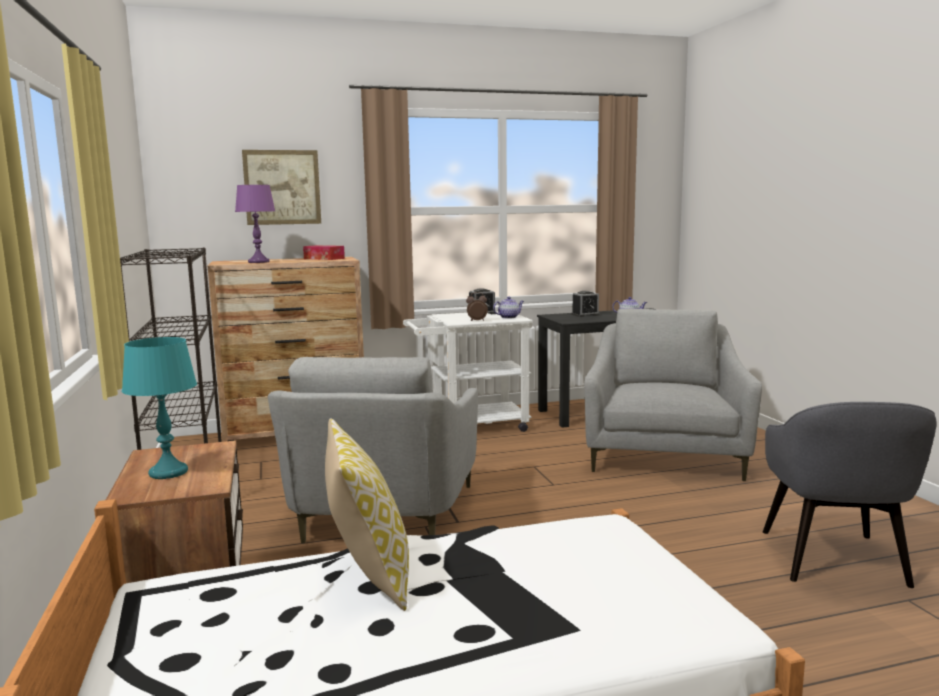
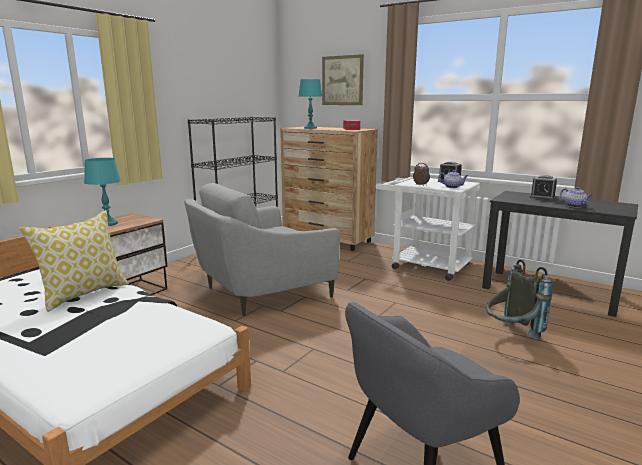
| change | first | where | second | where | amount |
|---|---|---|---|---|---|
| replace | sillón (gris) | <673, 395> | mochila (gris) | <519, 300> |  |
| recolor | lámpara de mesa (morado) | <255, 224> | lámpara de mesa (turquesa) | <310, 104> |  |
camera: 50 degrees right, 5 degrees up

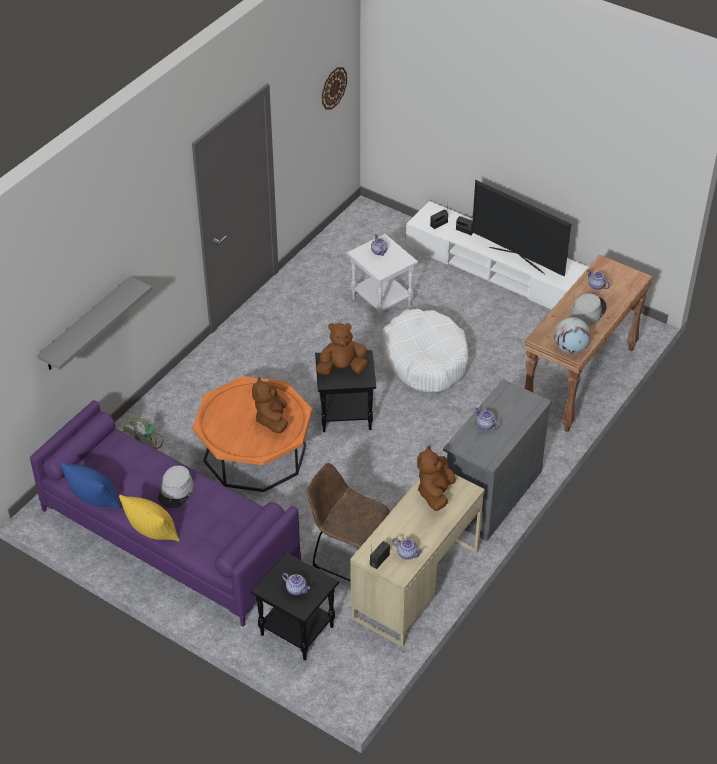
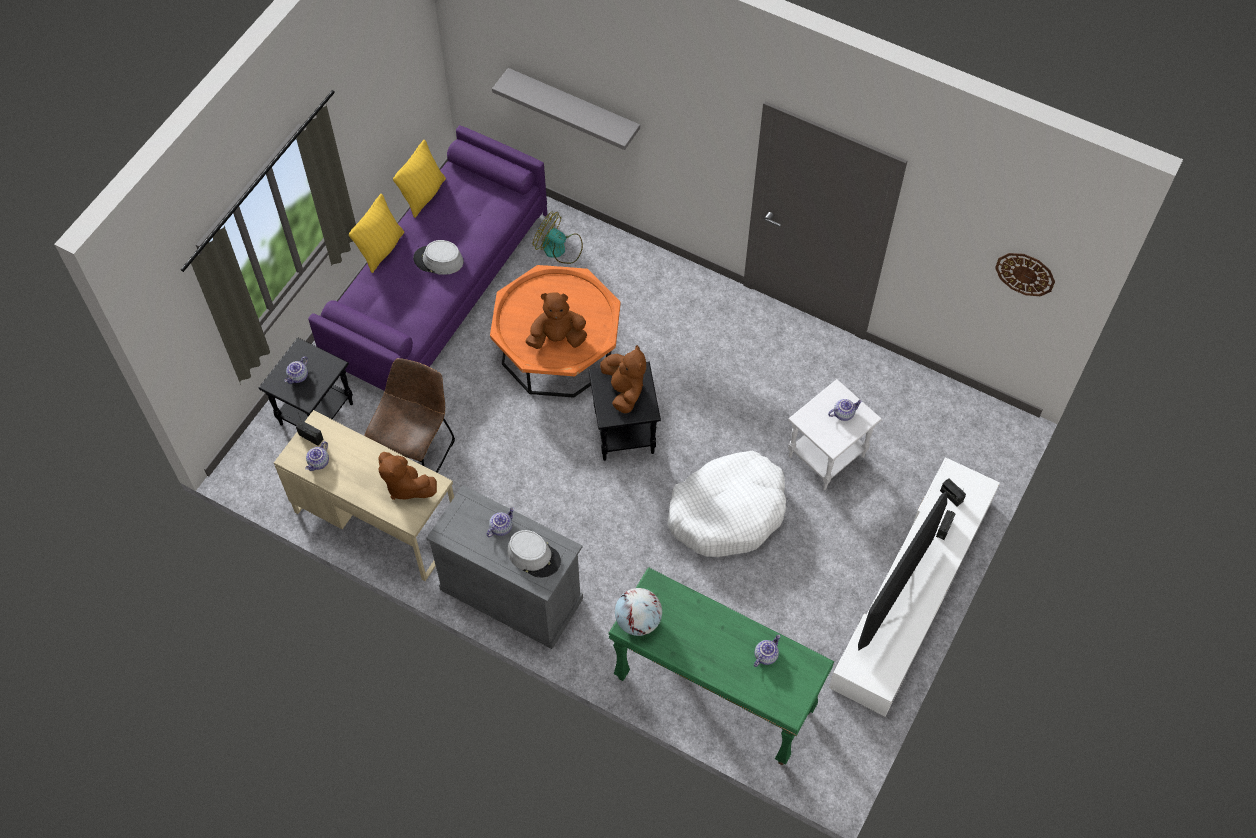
| change | first | where | second | where | amount |
|---|---|---|---|---|---|
| move | sombrero (gris) | <588, 309> |  | <534, 554> |  |
| recolor | cojín (azul) | <90, 485> | cojín (amarillo) | <419, 179> |  |
| recolor | mesa consola (marrón) | <588, 344> | mesa consola (verde) | <721, 666> |  |
| rotate | peluche (marrón) | <436, 478> |  | <407, 476> | 150 degrees counterclockwise |
camera: 85 degrees right, 15 degrees up

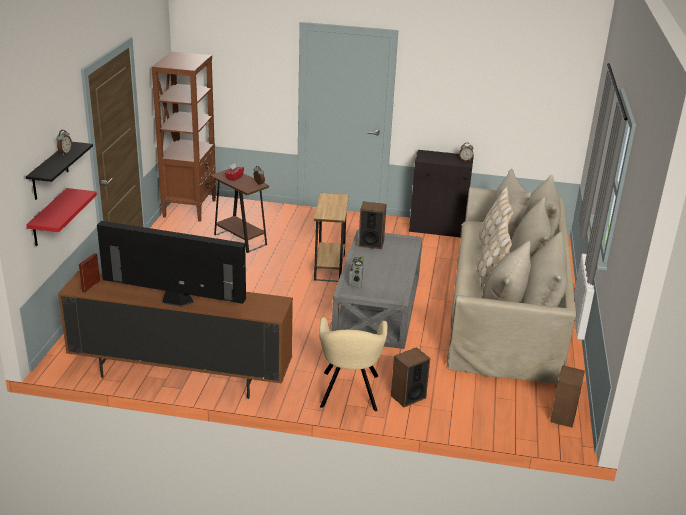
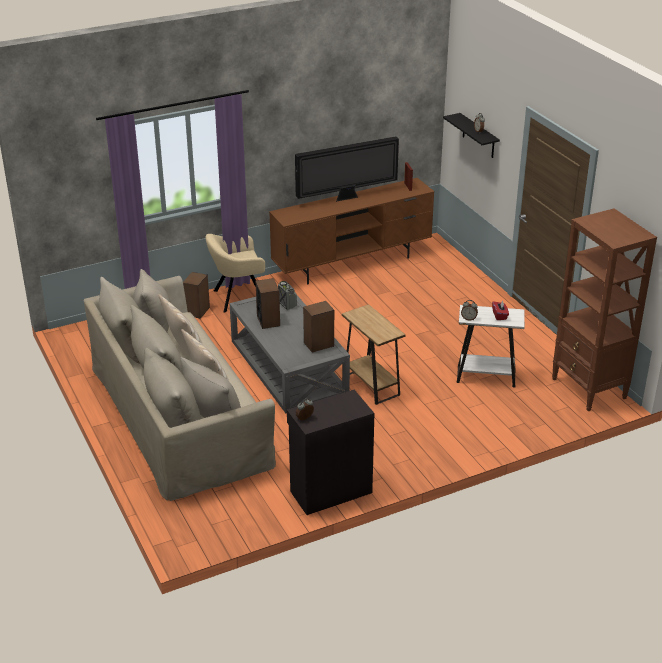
| change | first | where | second | where | amount |
|---|---|---|---|---|---|
| delete | estante (rojo) | <61, 217> |  |  |  |
| move | altavoz | <567, 396> |  | <267, 303> |  |
| recolor | mesa auxiliar (marrón) | <239, 210> | mesa auxiliar (blanco) | <490, 346> |  |
| rotate | sillón (beis) | <353, 364> |  | <235, 273> | 75 degrees counterclockwise |
camera: 145 degrees right, 5 degrees up

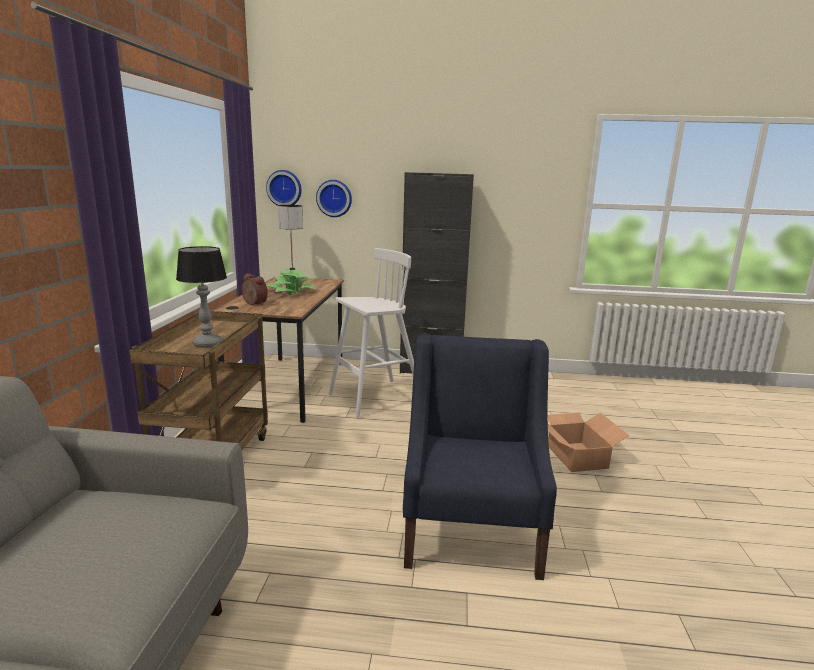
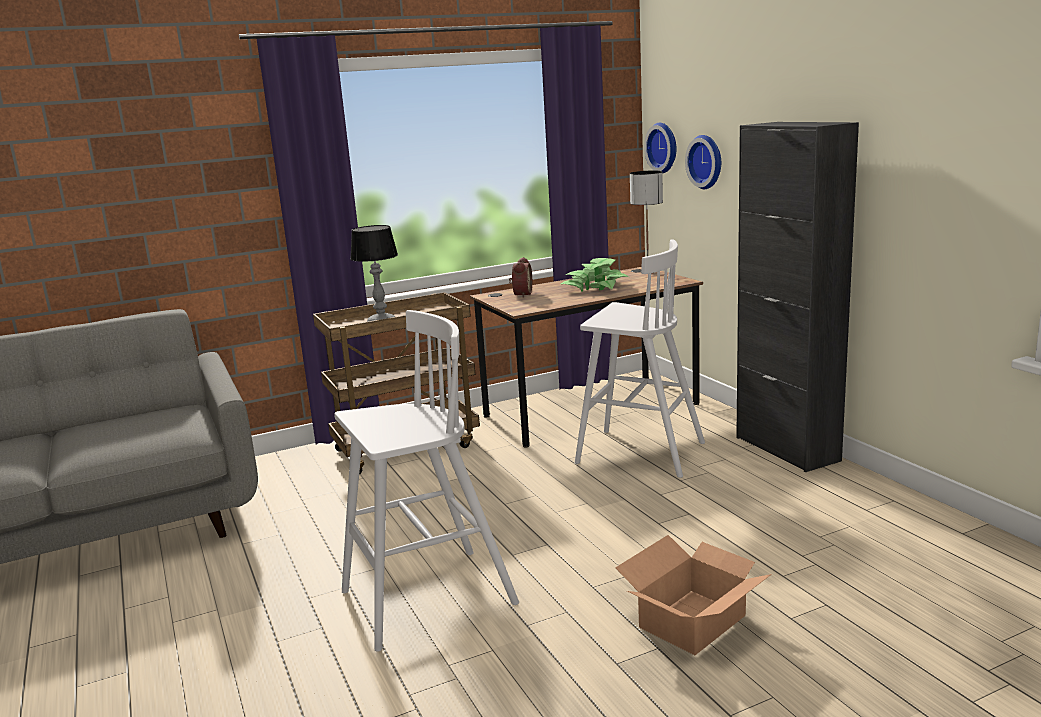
| change | first | where | second | where | amount |
|---|---|---|---|---|---|
| replace | sillón (azul) | <480, 456> | taburete (blanco) | <426, 481> |  |
camera: 60 degrees right, 0 degrees up

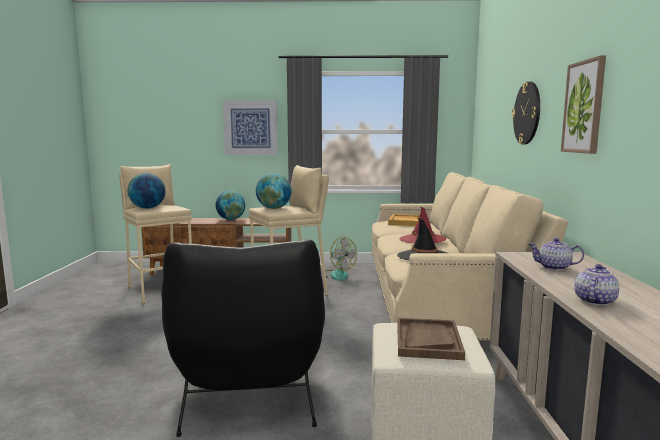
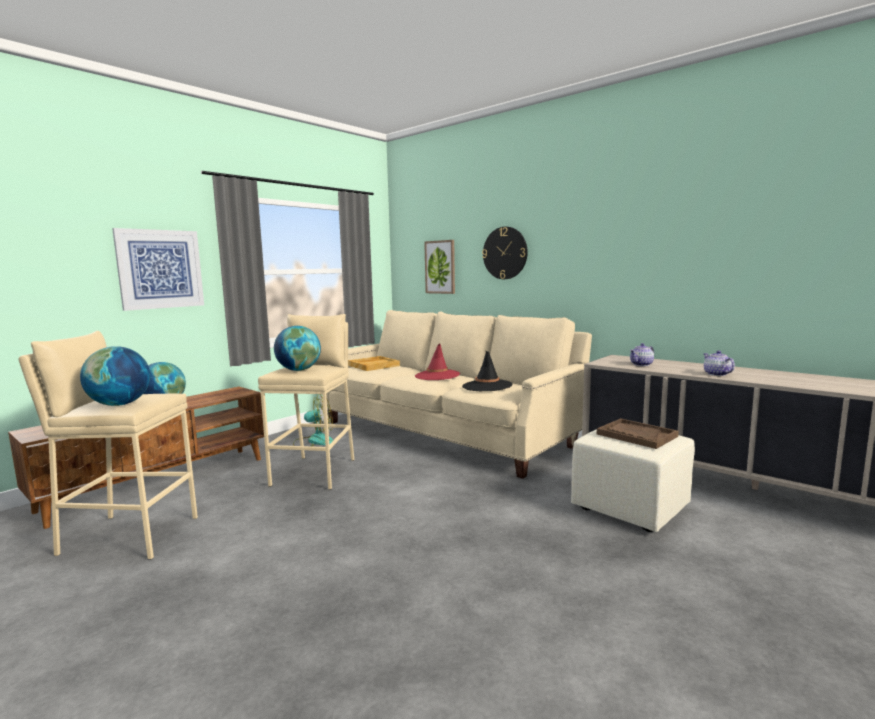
| change | first | where | second | where | amount |
|---|---|---|---|---|---|
| delete | sillón (negro) | <243, 338> |  |  |  |
| move | cuadro | <583, 104> |  | <439, 267> |  |
camera: 50 degrees left, 0 degrees up

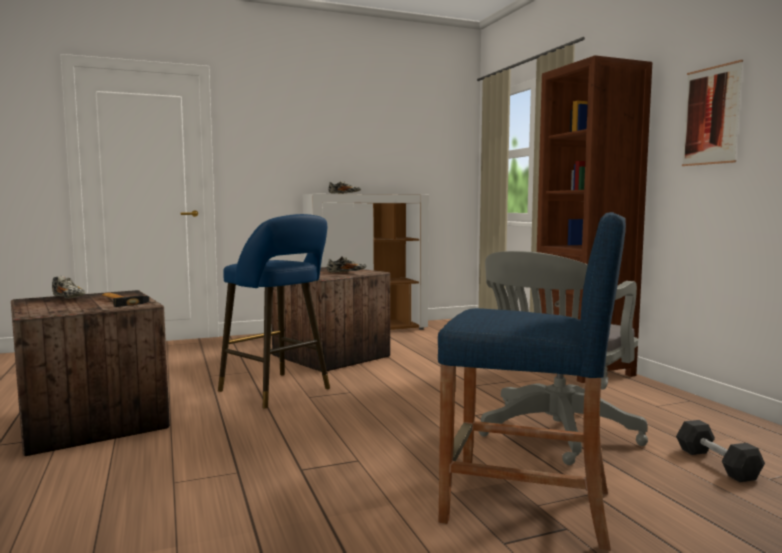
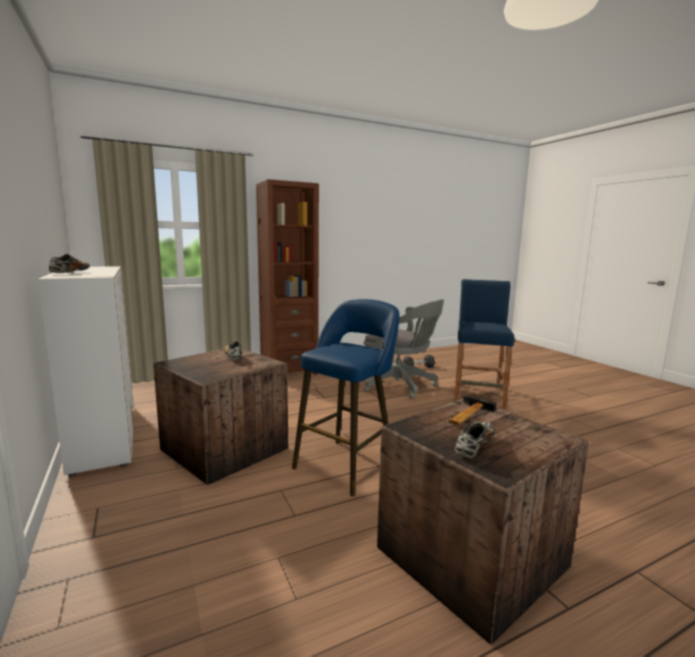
| change | first | where | second | where | amount |
|---|---|---|---|---|---|
| delete | cuadro | <712, 113> |  |  |  |
camera: 95 degrees left, 5 degrees up

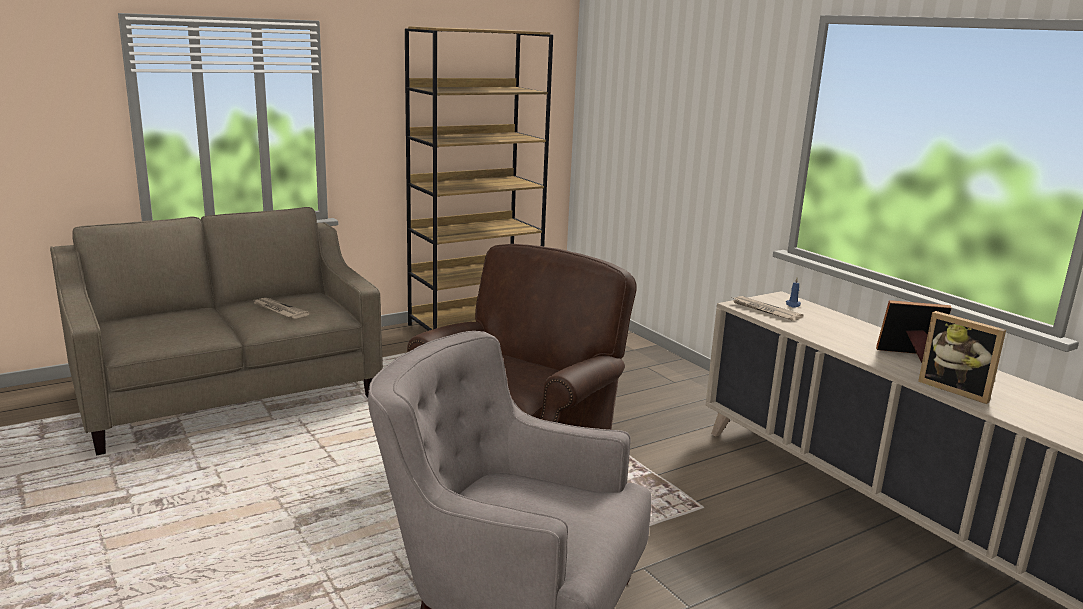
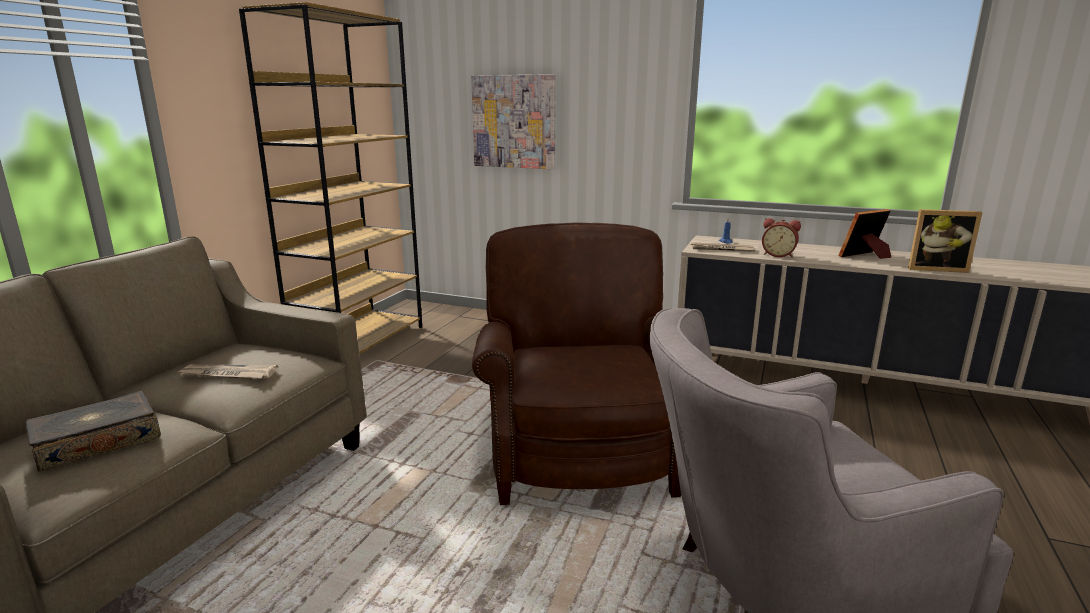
| change | first | where | second | where | amount |
|---|---|---|---|---|---|
| insert |  |  | libro | <93, 431> |  |
| insert |  |  | cuadro | <513, 121> |  |
| insert |  |  | despertador | <781, 238> |  |
camera: 35 degrees left, 0 degrees up

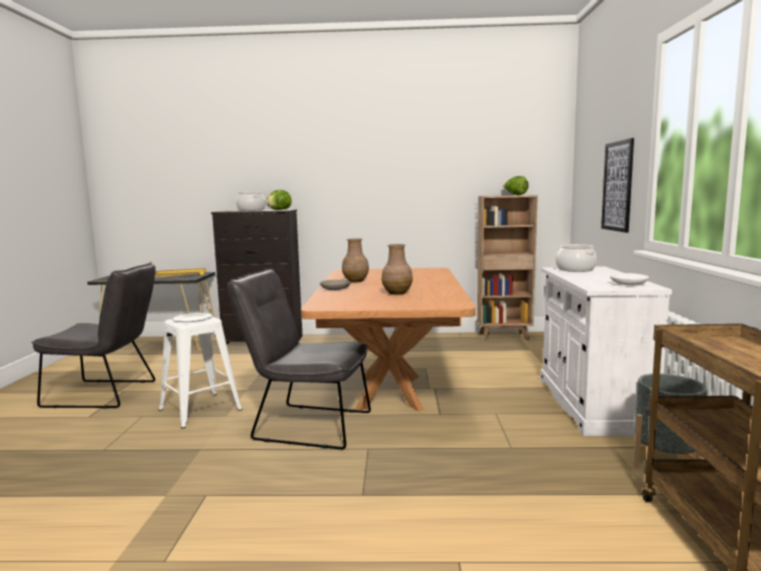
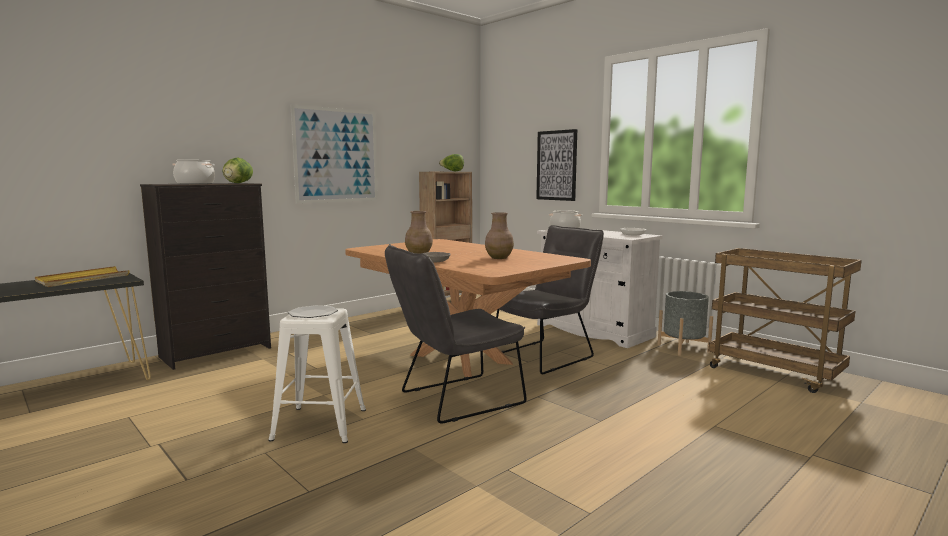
| change | first | where | second | where | amount |
|---|---|---|---|---|---|
| insert |  |  | cuadro | <334, 154> |  |
| move | silla (gris) | <93, 335> |  | <550, 299> |  |
camera: 45 degrees left, 0 degrees up

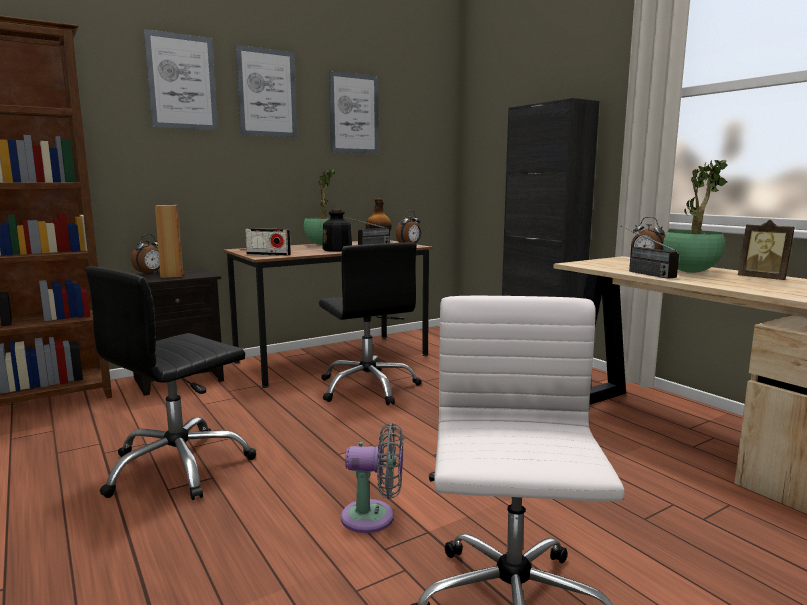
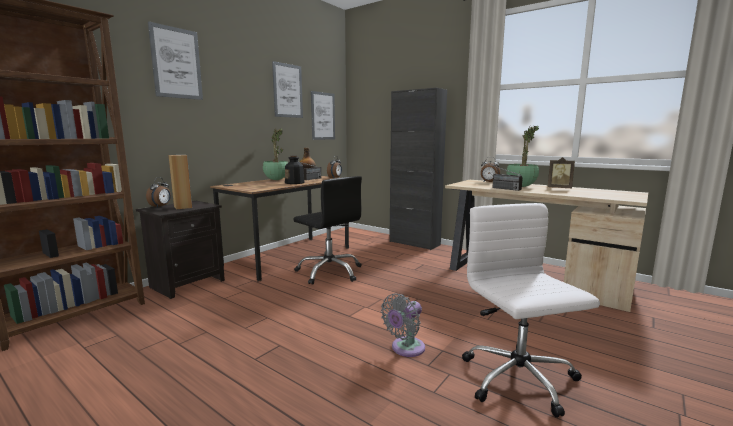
| change | first | where | second | where | amount |
|---|---|---|---|---|---|
| delete | silla de oficina (negro) | <170, 383> |  |  |  |
| delete | radio | <268, 242> |  |  |  |
| move | cuadro | <266, 91> |  | <323, 115> |  |
| rotate | ventilador (gris) | <372, 478> |  | <403, 325> | 150 degrees clockwise |
camera: 20 degrees left, 0 degrees up

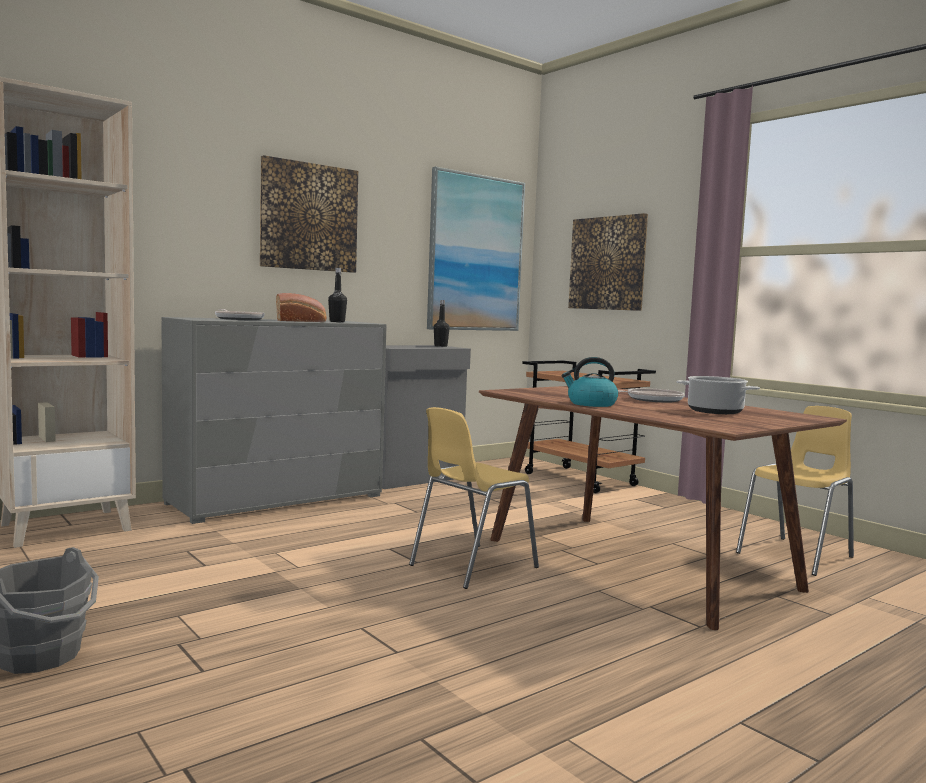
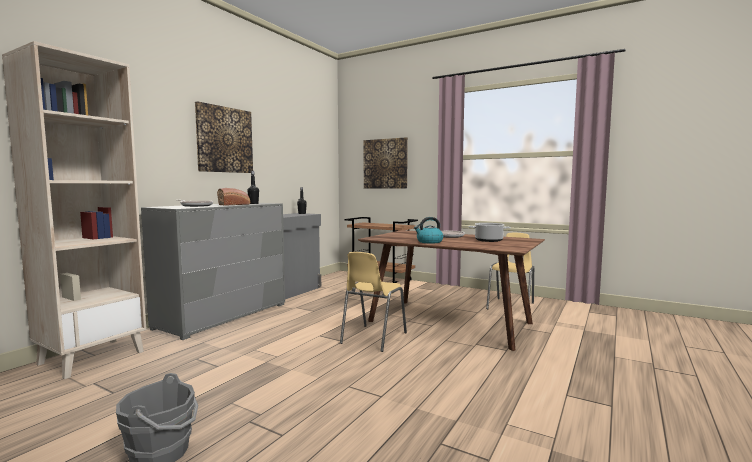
| change | first | where | second | where | amount |
|---|---|---|---|---|---|
| delete | cuadro | <476, 249> |  |  |  |
camera: 20 degrees left, 0 degrees up

